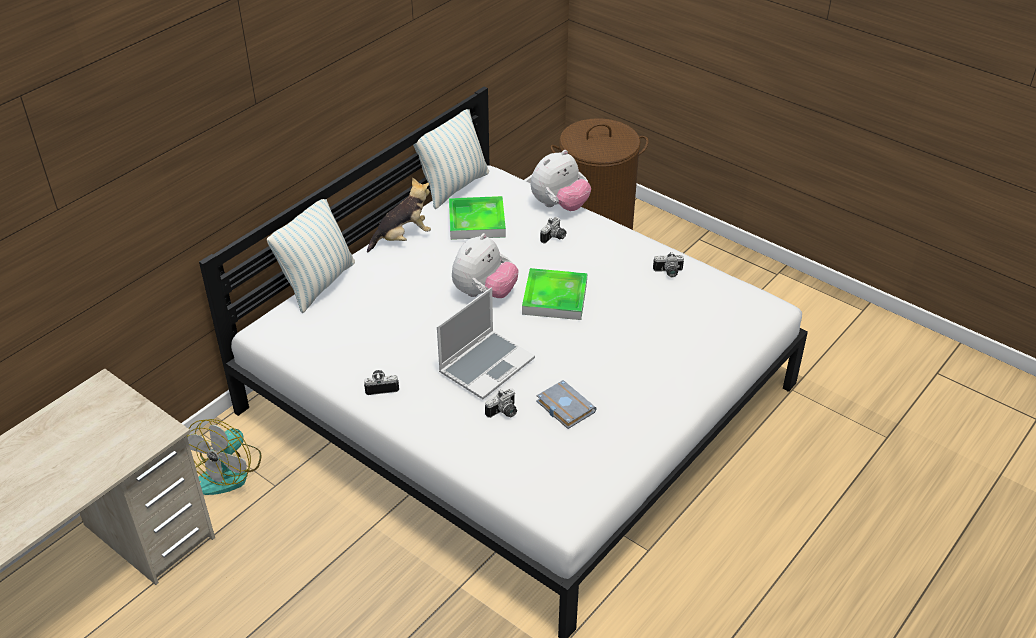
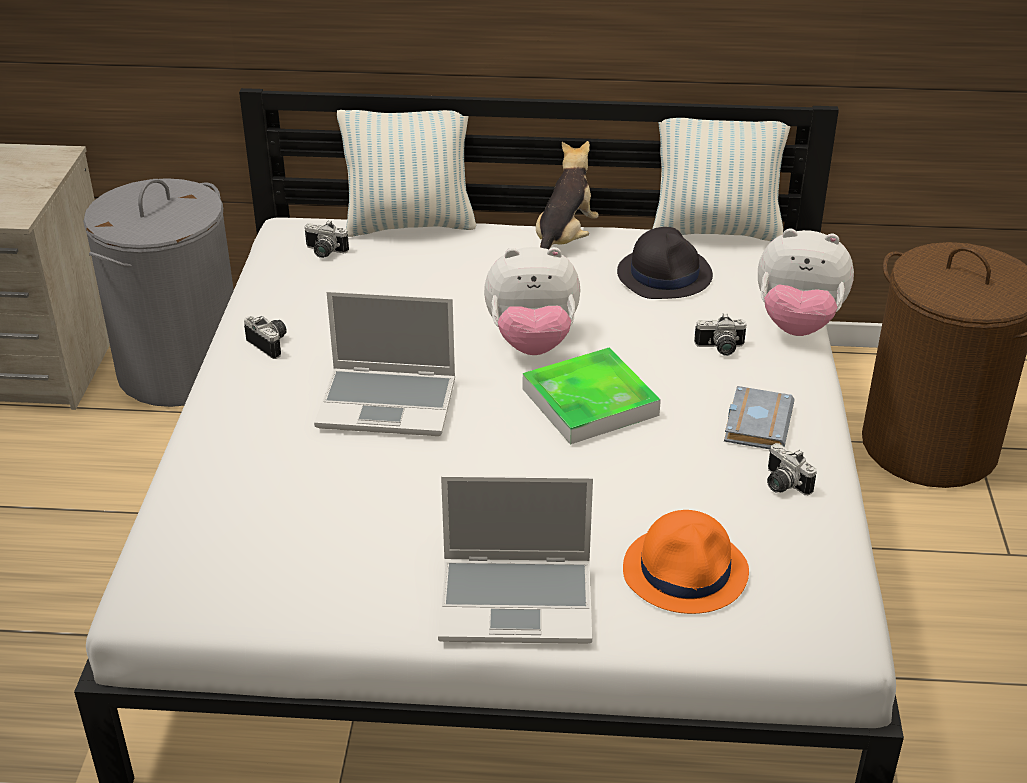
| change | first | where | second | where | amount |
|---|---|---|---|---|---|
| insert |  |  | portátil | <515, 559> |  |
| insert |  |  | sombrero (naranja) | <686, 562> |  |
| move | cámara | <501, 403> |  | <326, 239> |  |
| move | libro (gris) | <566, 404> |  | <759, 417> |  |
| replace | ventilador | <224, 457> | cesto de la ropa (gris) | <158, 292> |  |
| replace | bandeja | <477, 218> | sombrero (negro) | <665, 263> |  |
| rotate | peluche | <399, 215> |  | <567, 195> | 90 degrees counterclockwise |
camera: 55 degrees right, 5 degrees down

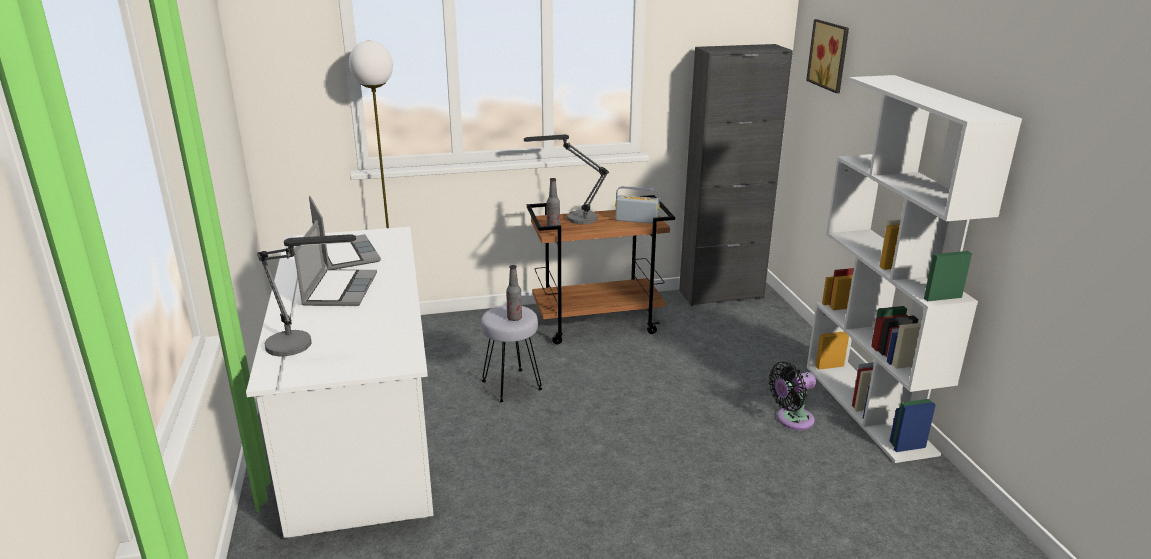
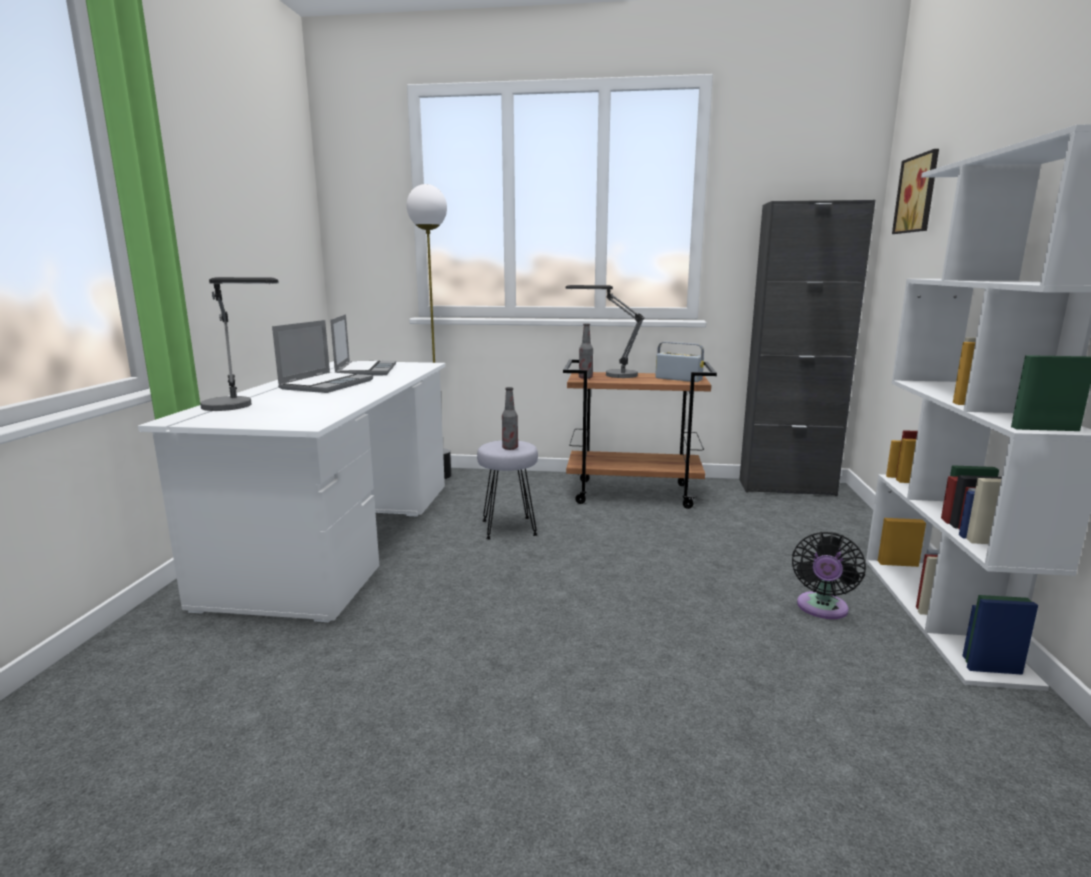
| change | first | where | second | where | amount |
|---|---|---|---|---|---|
| rotate | ventilador (negro) | <792, 396> |  | <829, 575> | 60 degrees counterclockwise |
camera: 20 degrees right, 10 degrees down

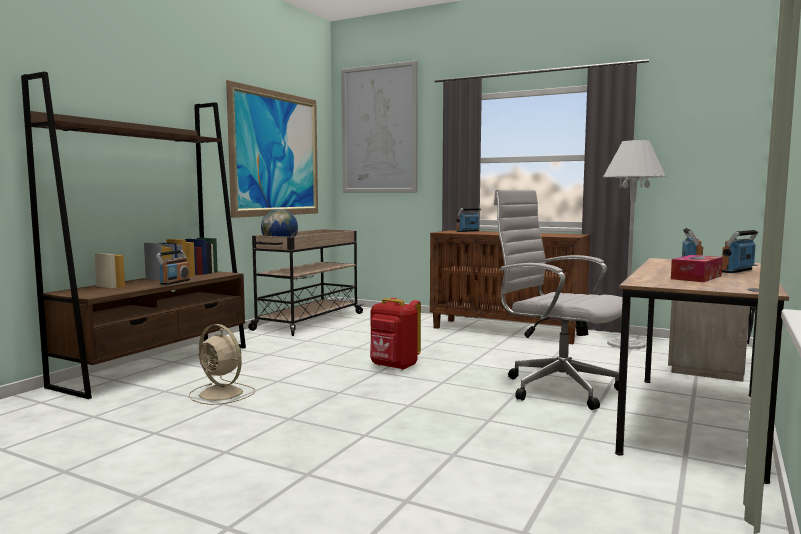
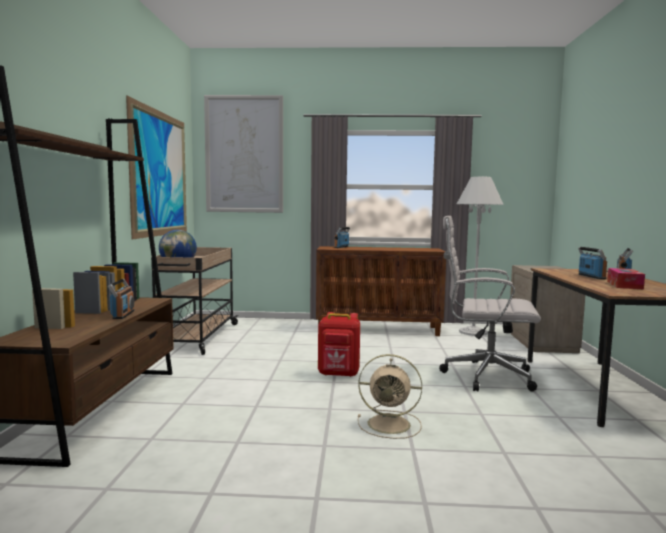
| change | first | where | second | where | amount |
|---|---|---|---|---|---|
| move | ventilador (beis) | <222, 364> |  | <390, 396> |  |
camera: 25 degrees left, 0 degrees up

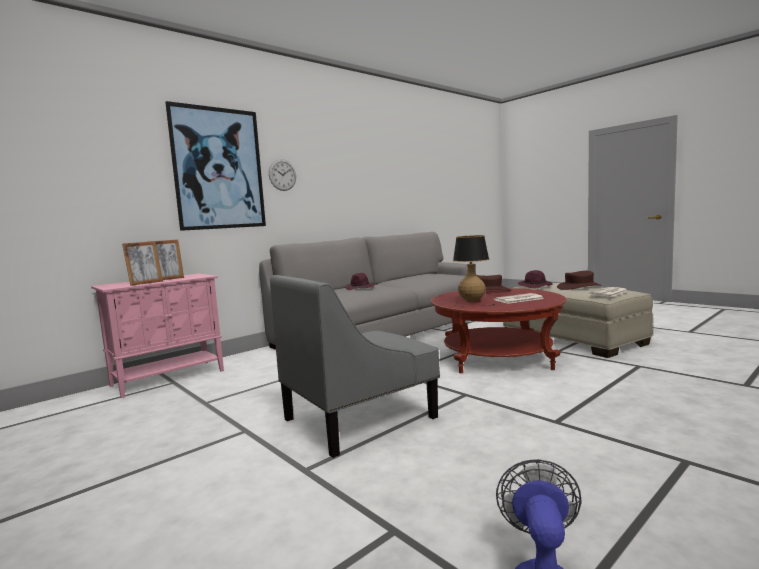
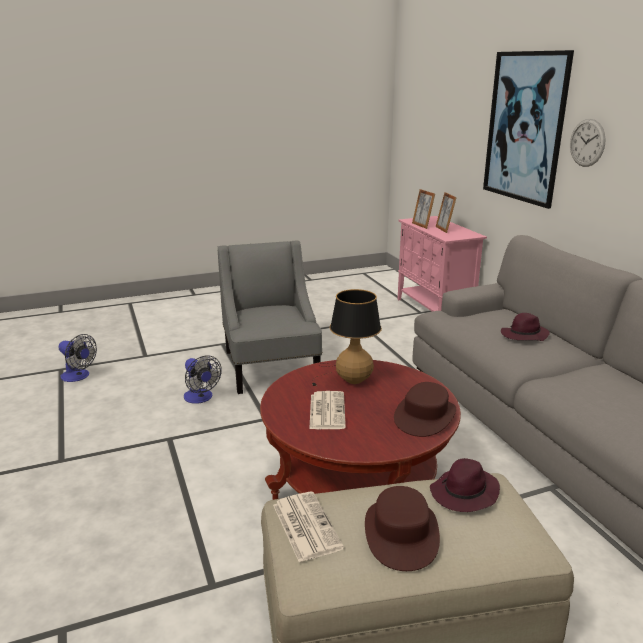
| change | first | where | second | where | amount |
|---|---|---|---|---|---|
| insert |  |  | ventilador | <203, 379> |  |
camera: 110 degrees right, 15 degrees up

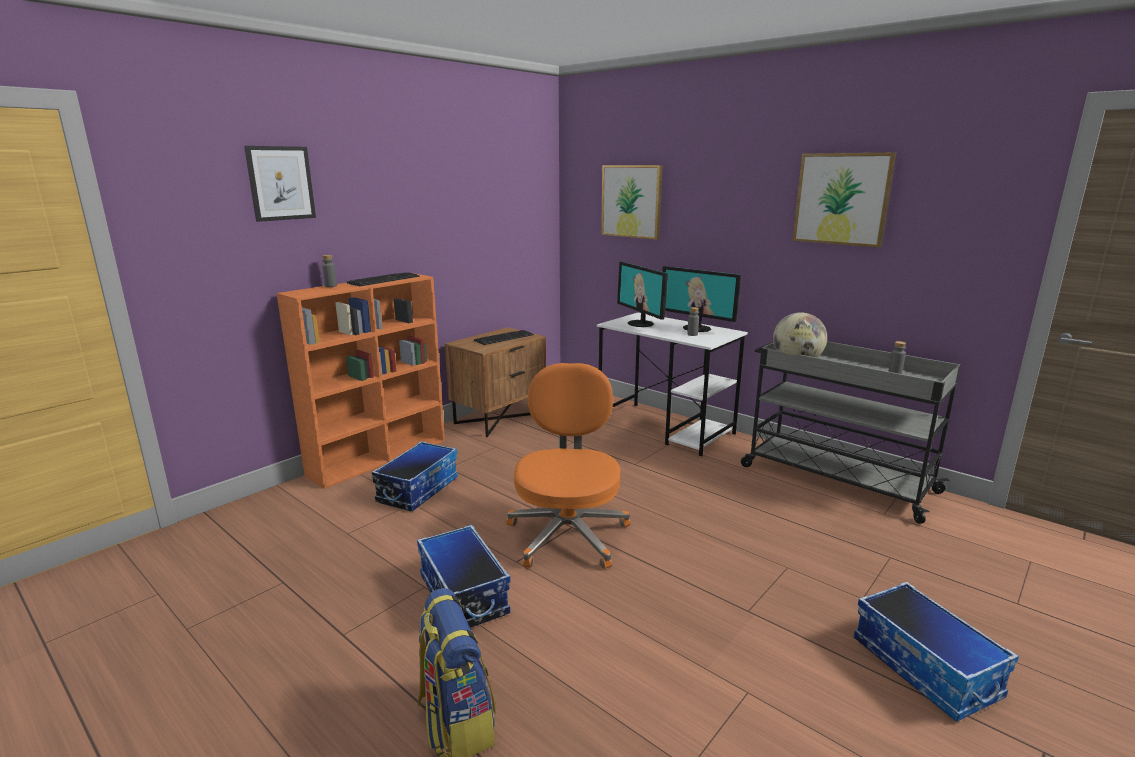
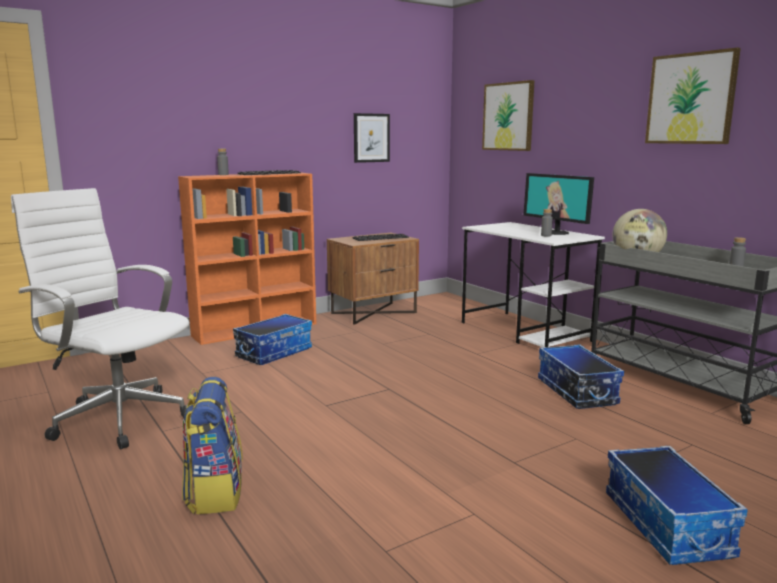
| change | first | where | second | where | amount |
|---|---|---|---|---|---|
| delete | silla de oficina (naranja) | <568, 466> |  |  |  |
| delete | monitor | <642, 294> |  |  |  |
| insert |  |  | silla de oficina (blanco) | <100, 319> |  |
| move | cuadro | <280, 184> |  | <372, 138> |  |
| move | caja de almacenaje | <464, 576> |  | <581, 376> |  |
camera: 15 degrees right, 5 degrees down

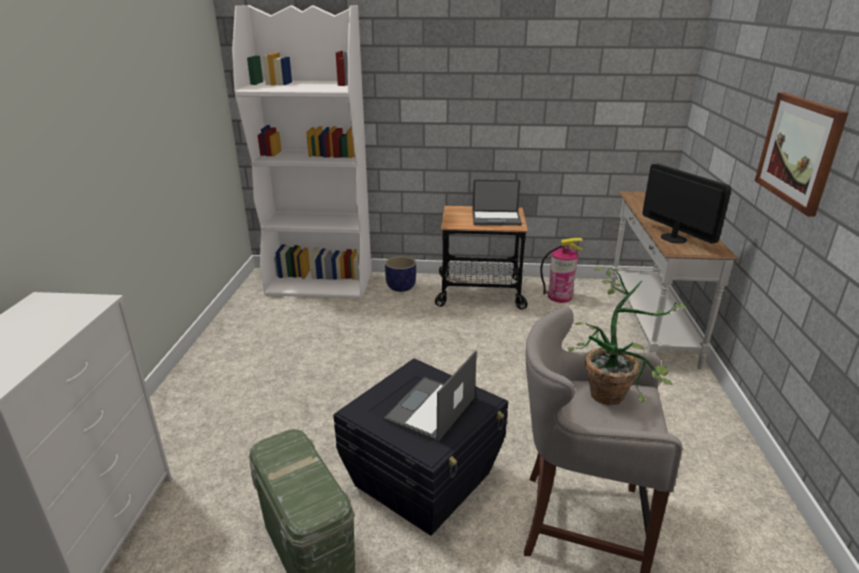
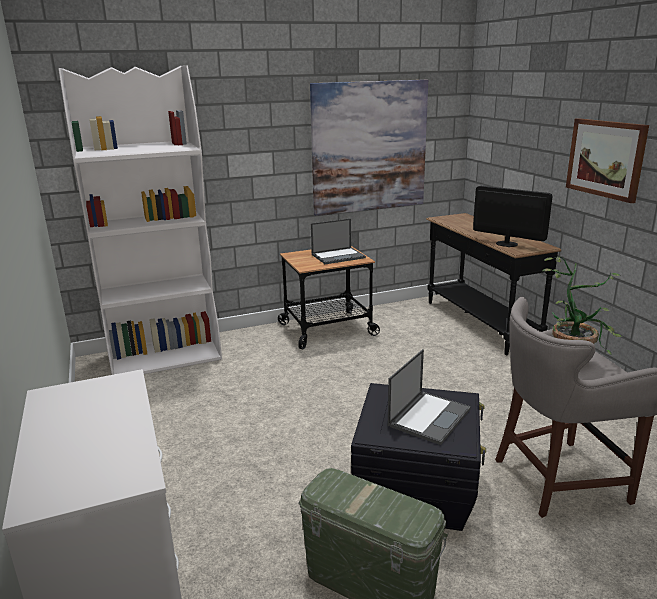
| change | first | where | second | where | amount |
|---|---|---|---|---|---|
| delete | maceta | <400, 274> |  |  |  |
| delete | extintor | <561, 270> |  |  |  |
| insert |  |  | cuadro | <369, 148> |  |
| recolor | mesa consola (blanco) | <674, 280> | mesa consola (negro) | <493, 284> |  |
| rotate | portátil | <430, 396> |  | <429, 397> | 150 degrees counterclockwise |
camera: 25 degrees left, 5 degrees down

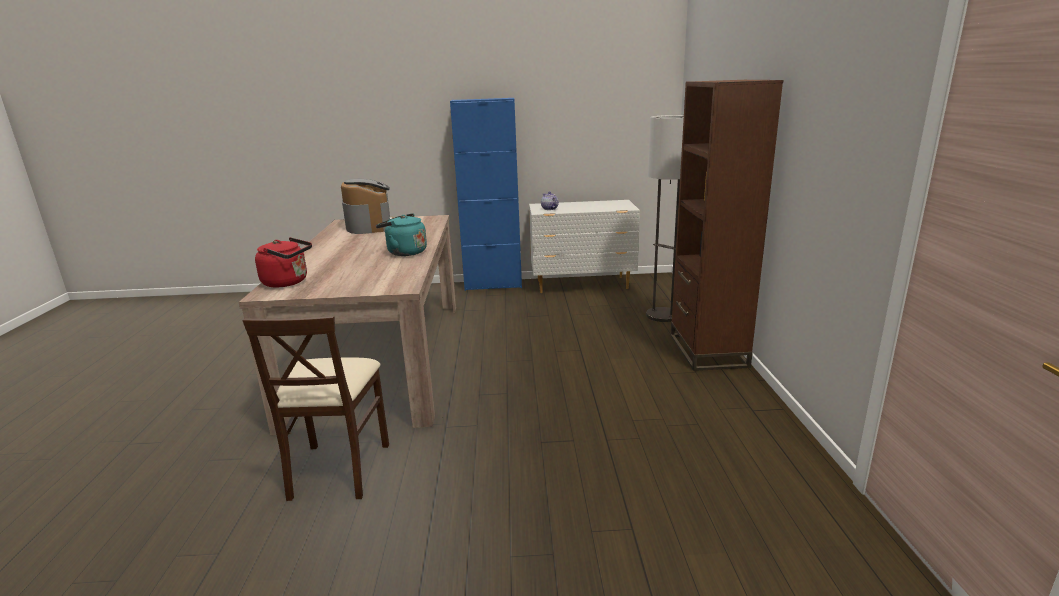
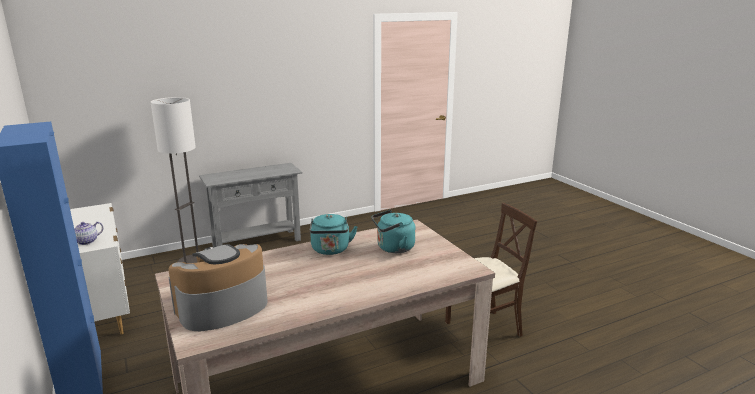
| change | first | where | second | where | amount |
|---|---|---|---|---|---|
| delete | hervidor (rojo) | <283, 262> |  |  |  |
| insert |  |  | hervidor (turquesa) | <394, 231> |  |
| replace | estantería (marrón) | <727, 225> | mesa consola (gris) | <250, 205> |  |
camera: 115 degrees left, 0 degrees up

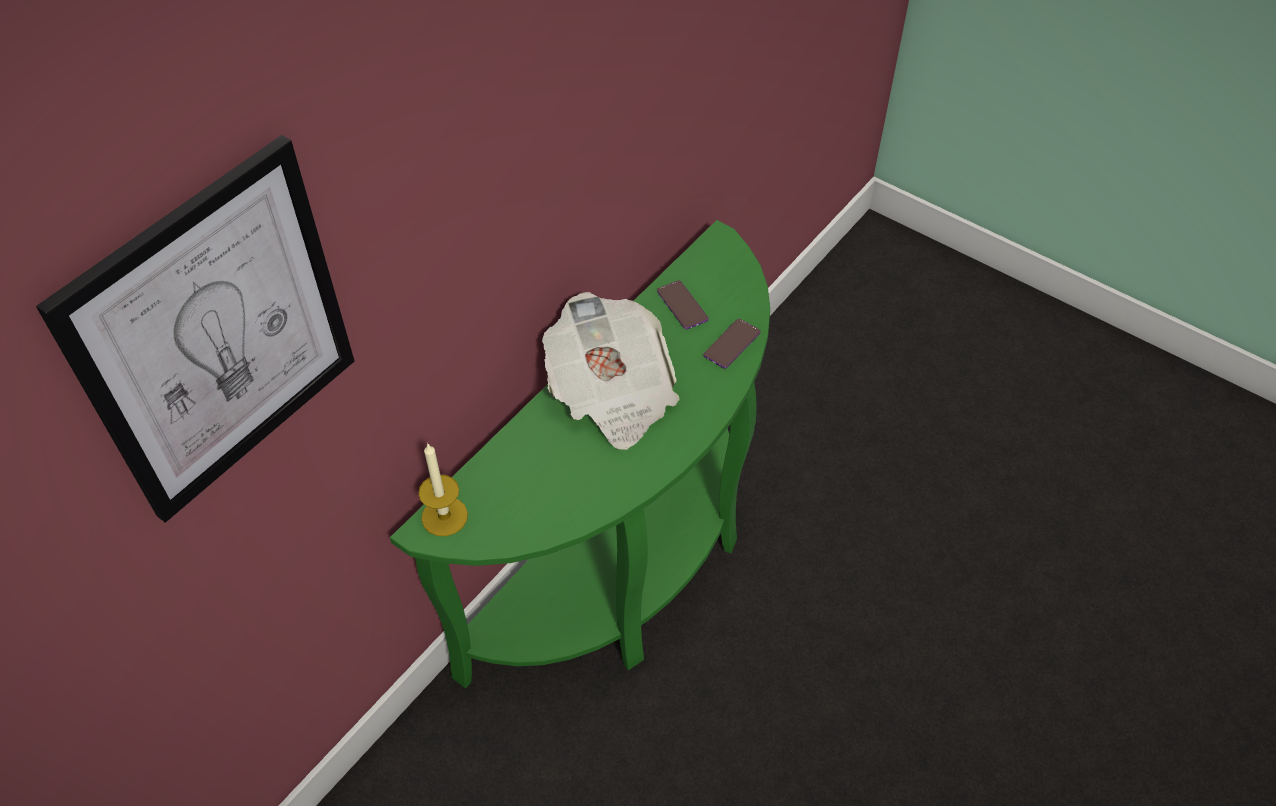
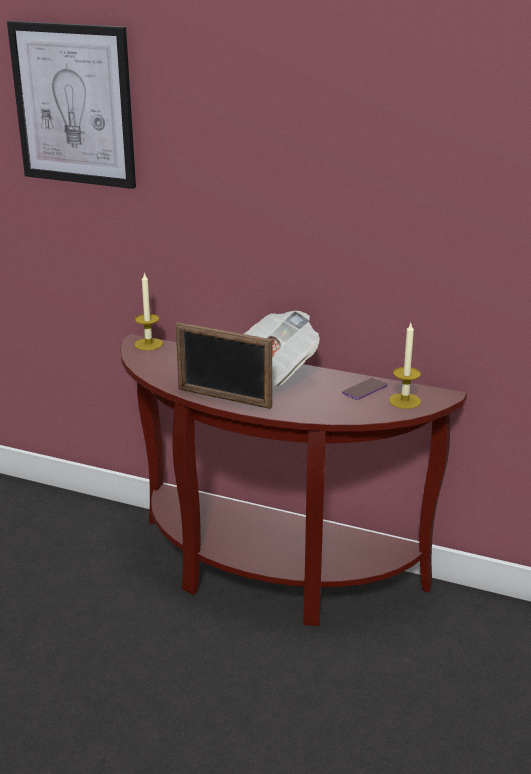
| change | first | where | second | where | amount |
|---|---|---|---|---|---|
| delete | móvil | <731, 344> |  |  |  |
| insert |  |  | portarretratos | <224, 365> |  |
| insert |  |  | vela | <405, 366> |  |
| recolor | mesa consola (verde) | <580, 454> | mesa consola (marrón) | <293, 480> |  |
camera: 75 degrees right, 25 degrees down

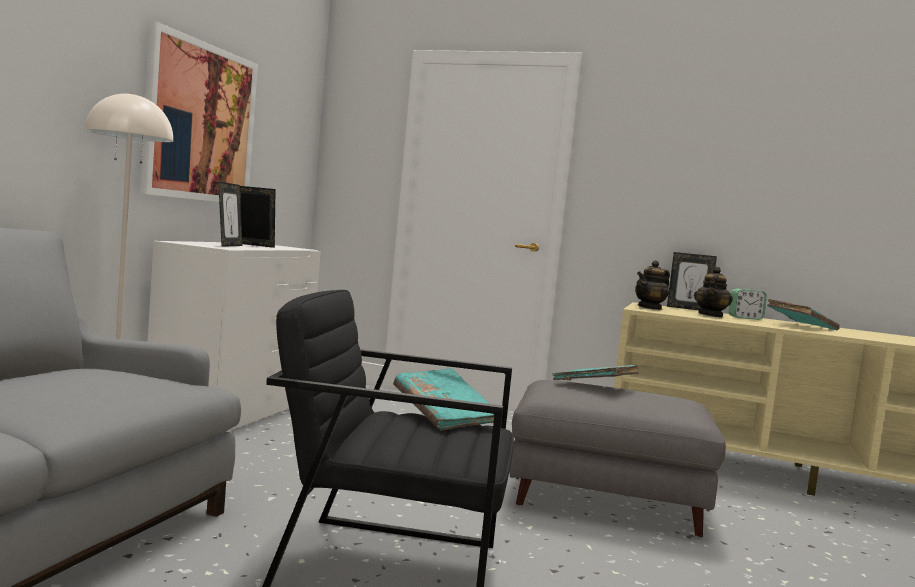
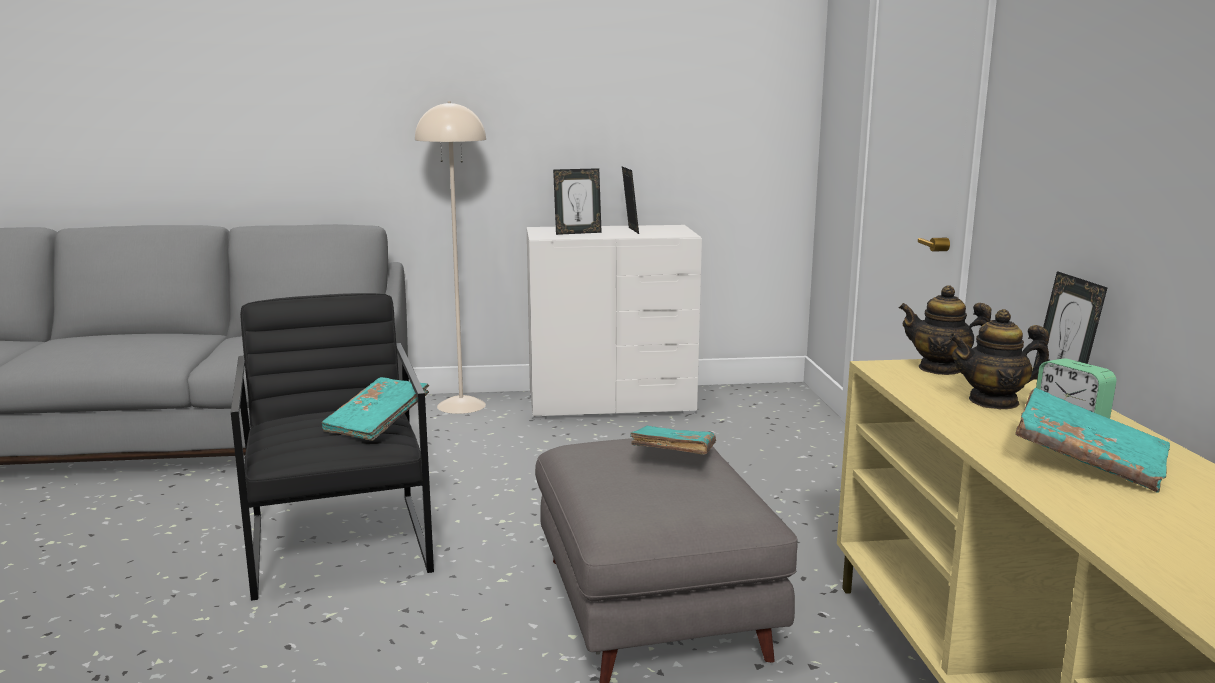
| change | first | where | second | where | amount |
|---|---|---|---|---|---|
| delete | cuadro | <199, 111> |  |  |  |
camera: 65 degrees right, 10 degrees up

